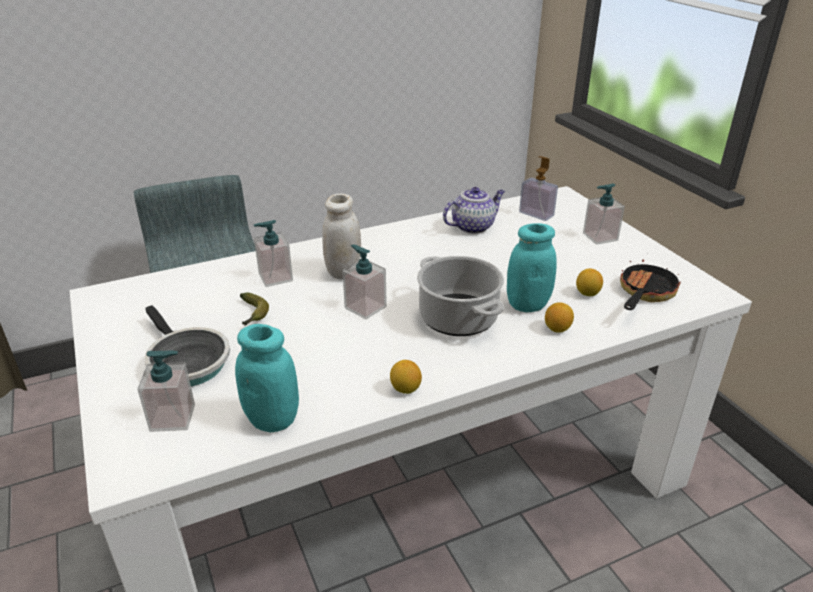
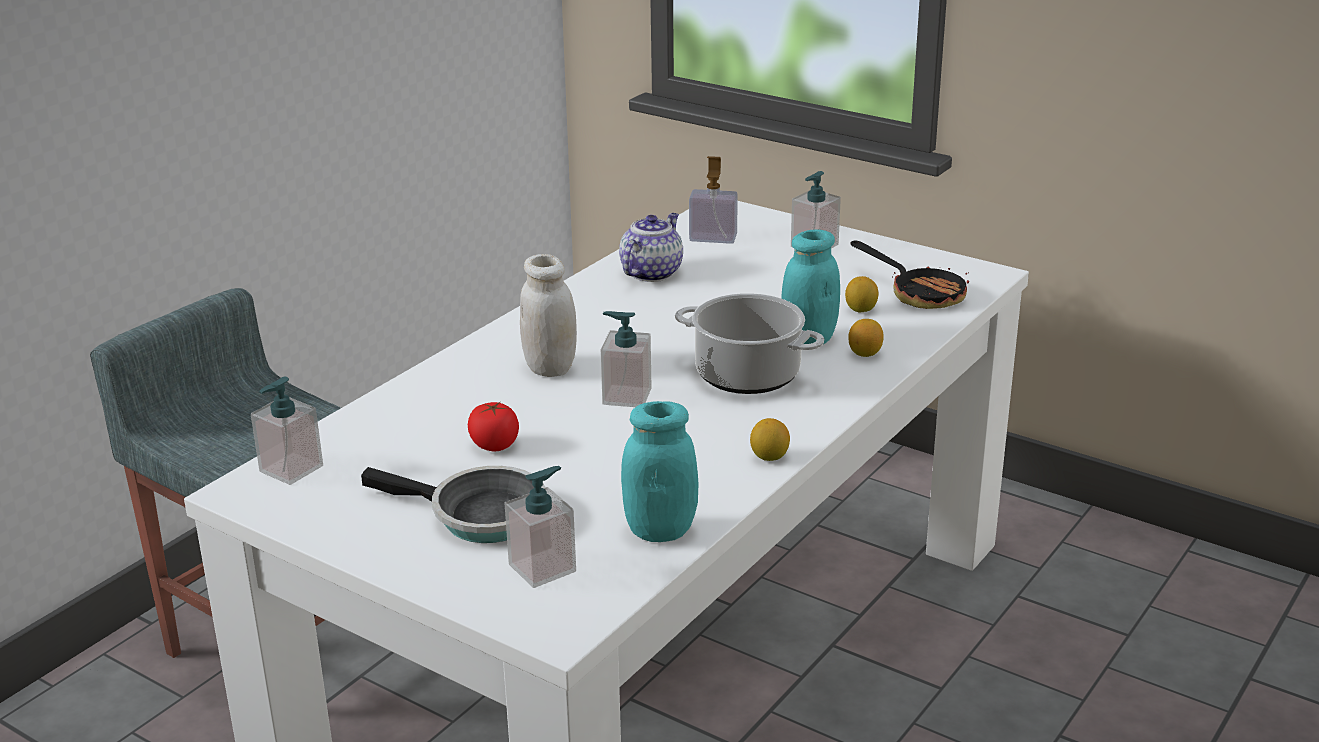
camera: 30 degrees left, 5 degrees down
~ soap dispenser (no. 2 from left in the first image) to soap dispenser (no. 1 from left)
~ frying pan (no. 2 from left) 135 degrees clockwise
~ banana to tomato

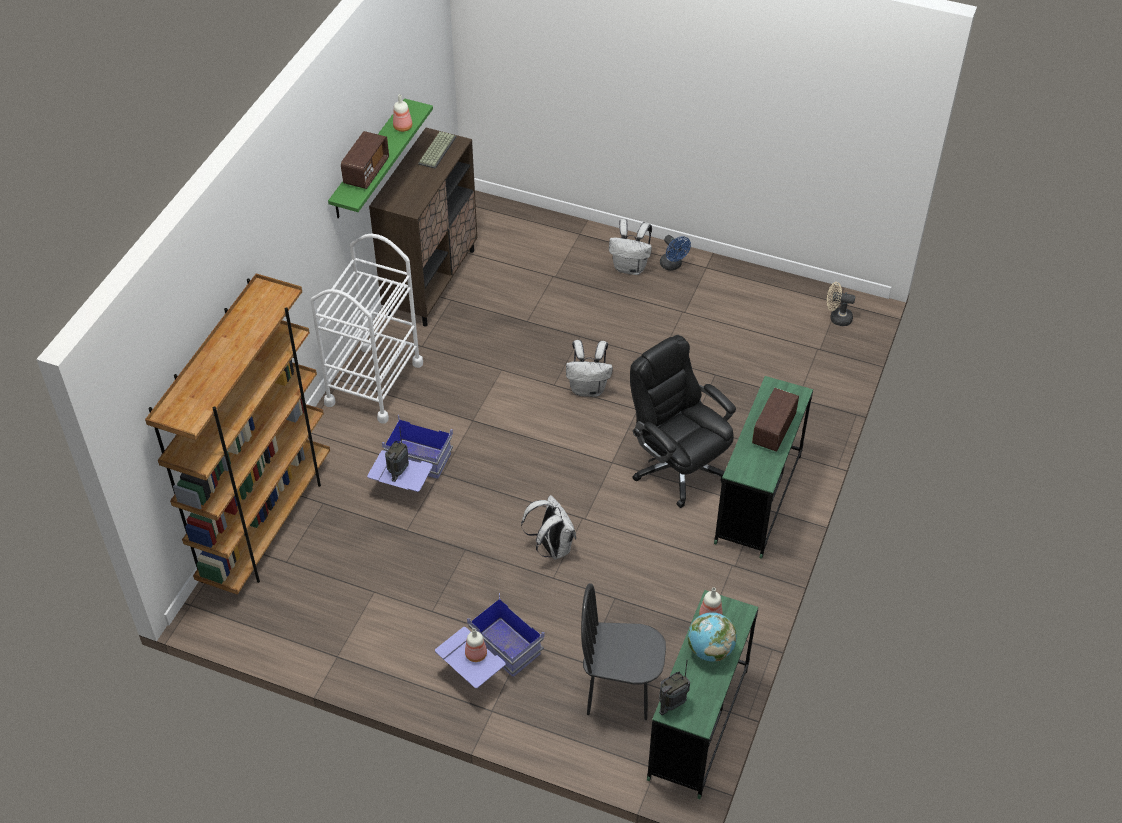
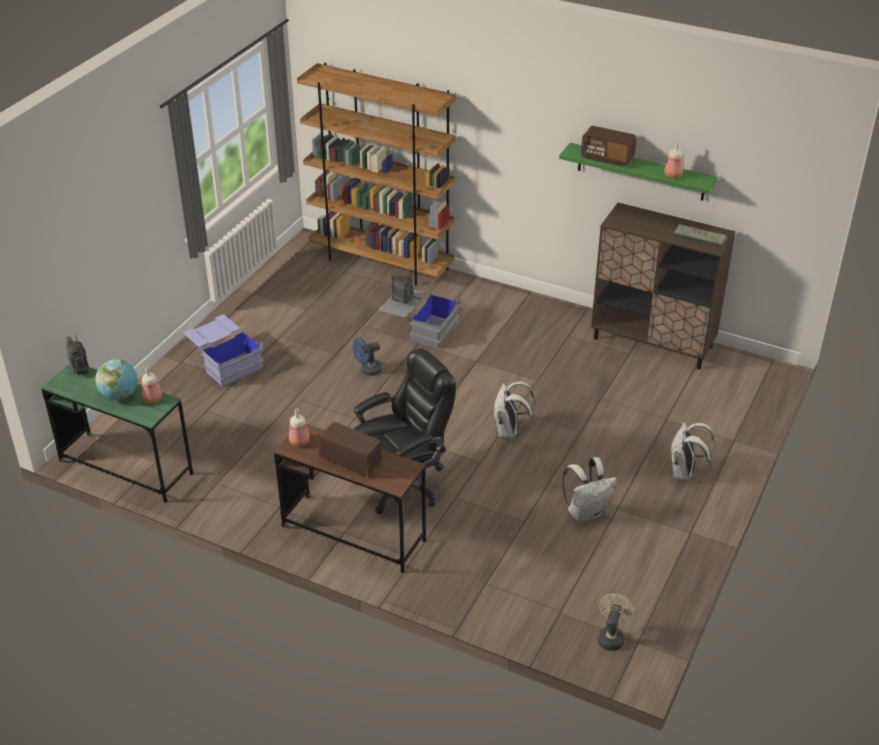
camera: 95 degrees right, 10 degrees down
- cart/white
~ fan/blue
~ desk/green (no. 2 from left) to desk/brown
~ storage box/blue (no. 1 from left) to storage box/grey
~ backpack/white (no. 1 from left in the first image) to backpack/white (no. 2 from left)
- chair/black
~ bottle (no. 2 from left)

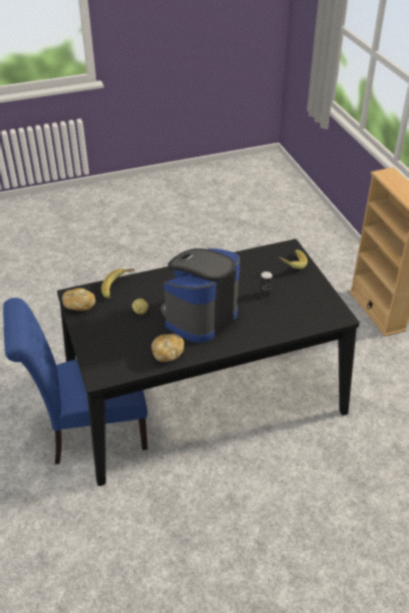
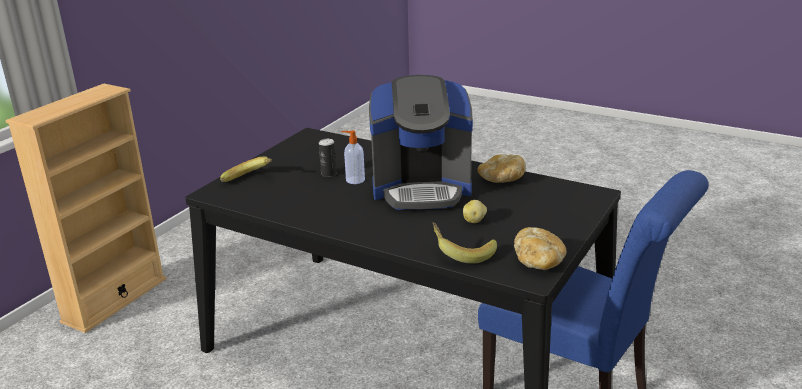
camera: 130 degrees left, 15 degrees down
+ soap dispenser

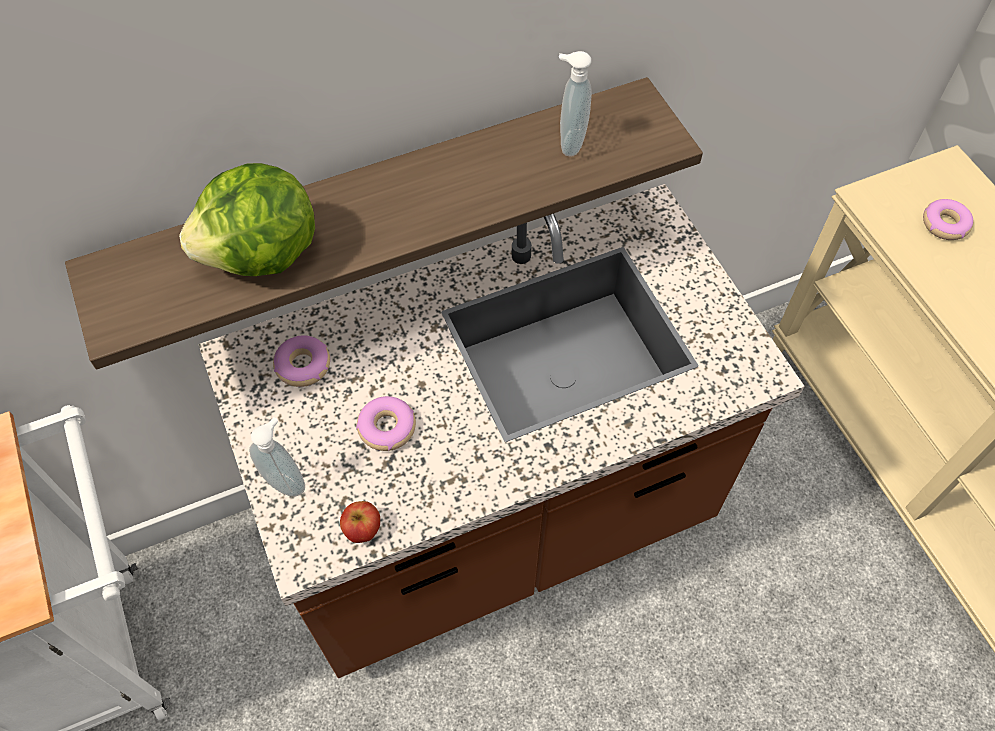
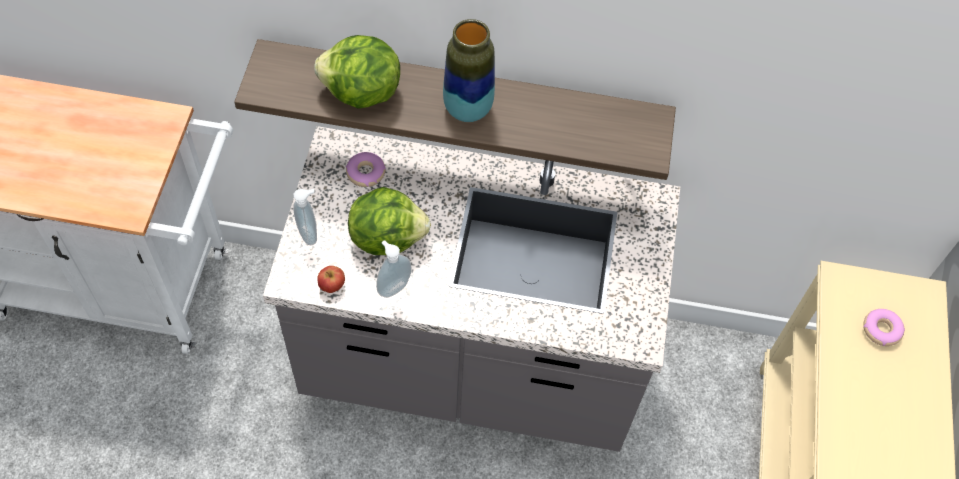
camera: 30 degrees right, 0 degrees up
~ soap dispenser (no. 2 from left)
~ counter/brown to counter/grey
~ donut (no. 2 from left) to lettuce (no. 2 from left)
+ vase

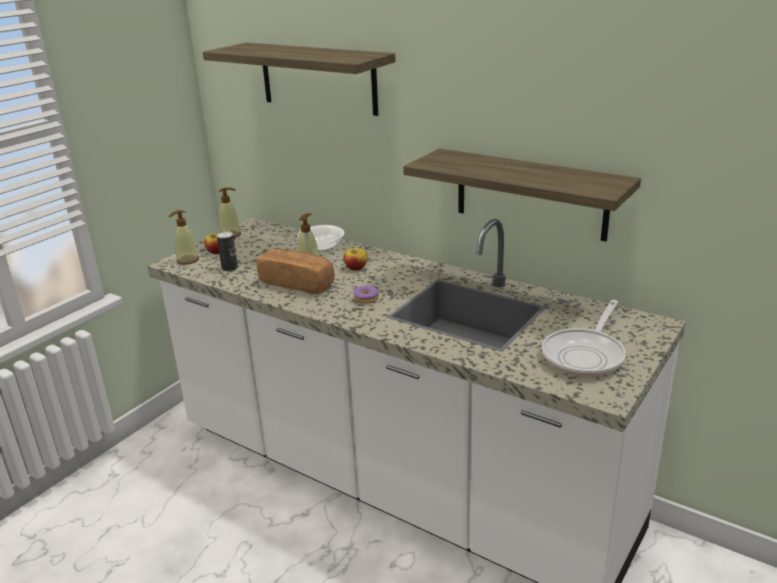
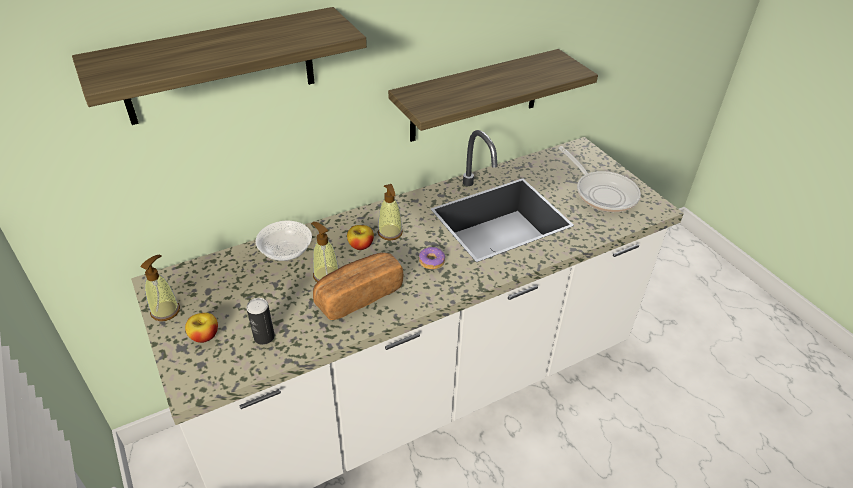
camera: 65 degrees left, 15 degrees up
~ soap dispenser (no. 1 from left in the first image) to soap dispenser (no. 3 from left)

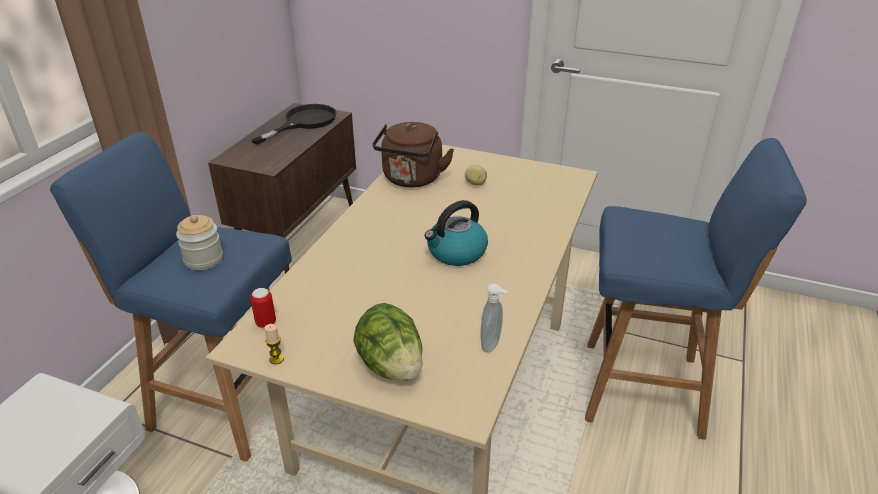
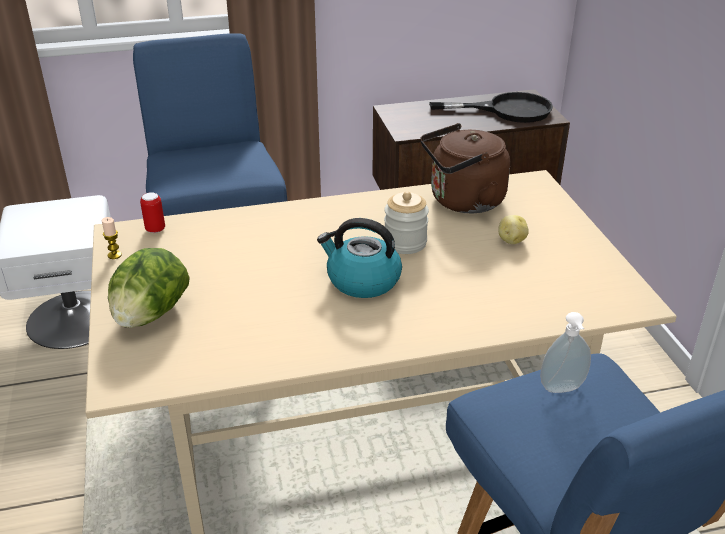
camera: 55 degrees right, 0 degrees up
~ jar
~ soap dispenser

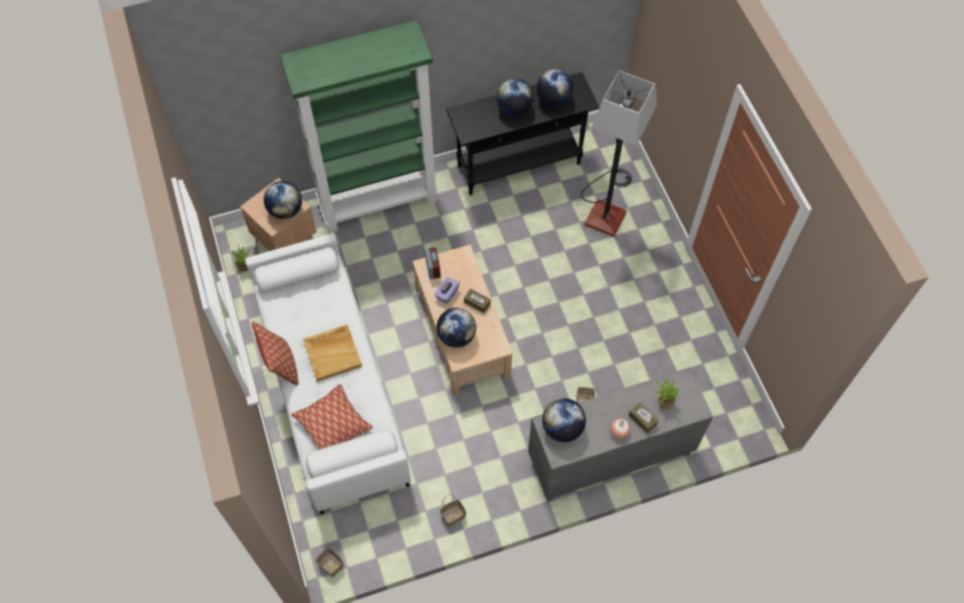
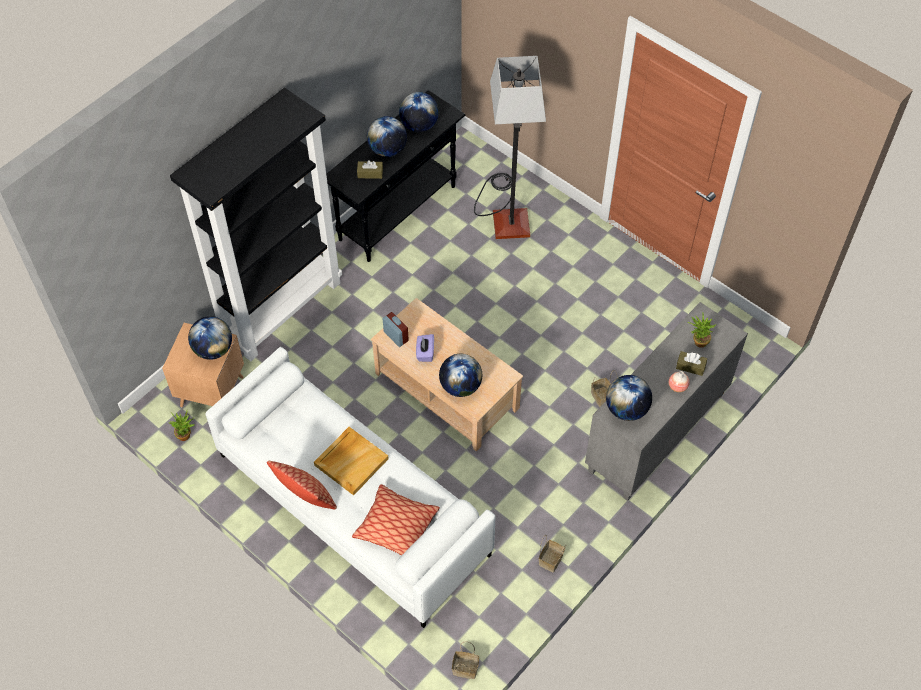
camera: 30 degrees left, 5 degrees down
~ bookcase/green to bookcase/black
~ tissue box/brown (no. 1 from left)

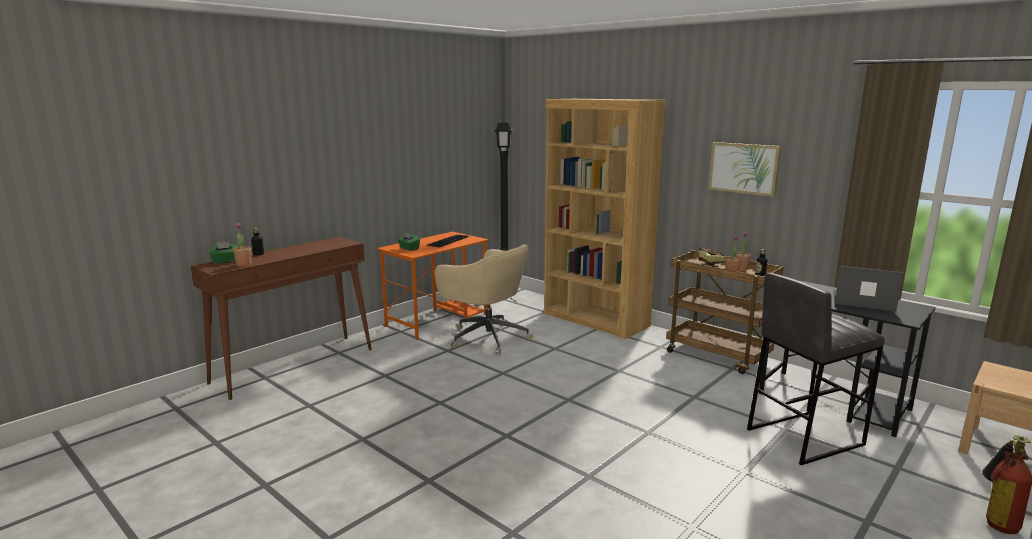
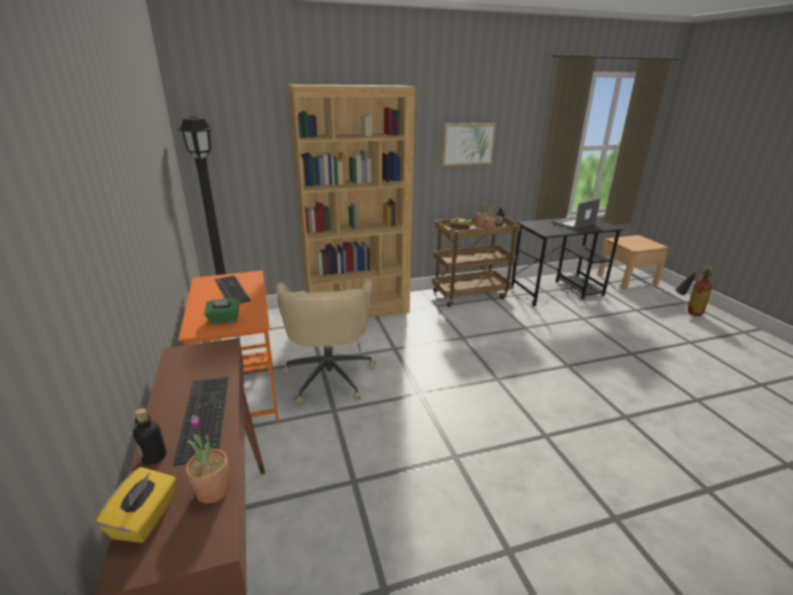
camera: 60 degrees left, 10 degrees up
~ tissue box/green (no. 1 from left) to tissue box/yellow
~ office chair/beige 105 degrees clockwise
- stool/grey
+ keyboard (no. 1 from left)

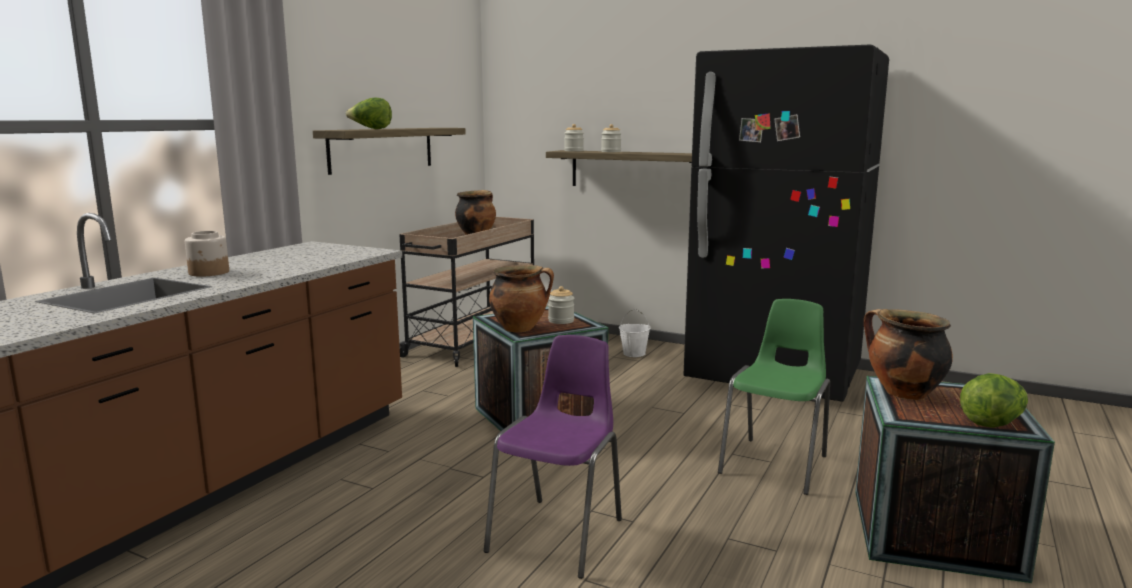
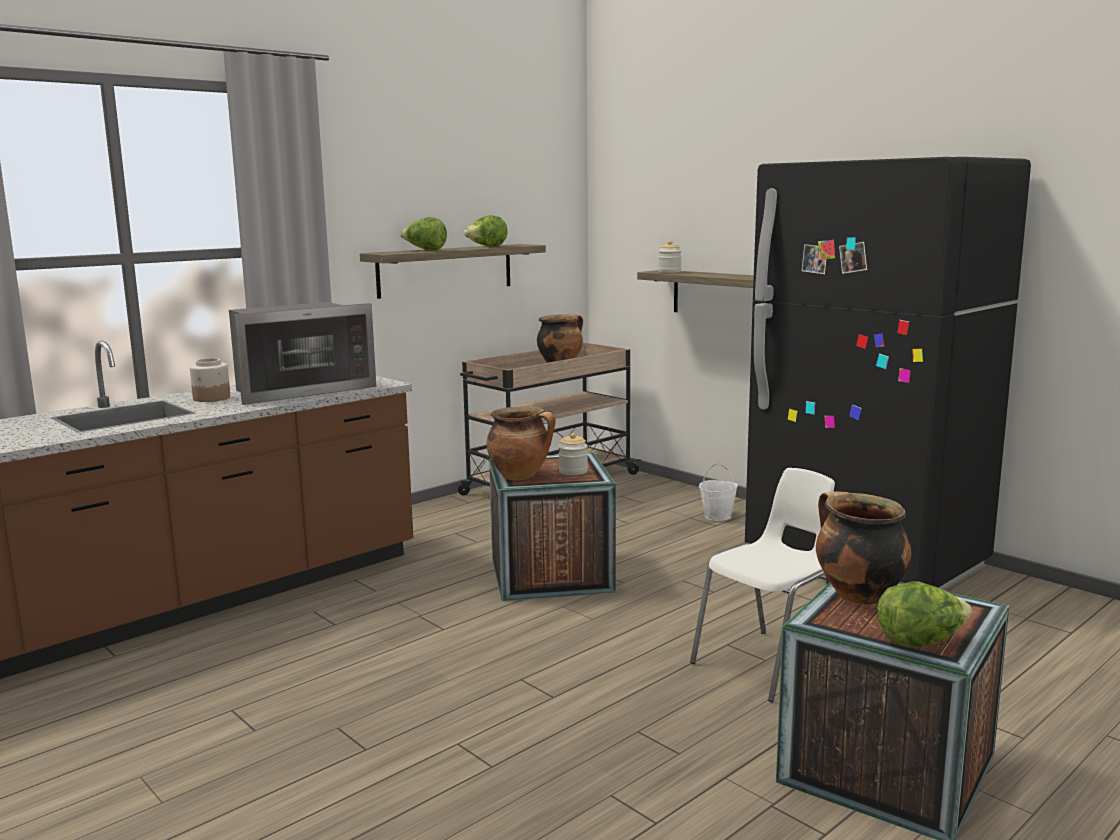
camera: 20 degrees right, 0 degrees up
- jar (no. 4 from left)
~ chair/green to chair/white
- chair/purple
+ lettuce (no. 2 from left)
+ microwave

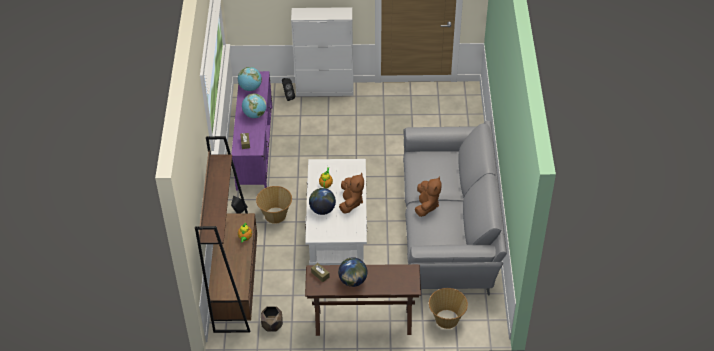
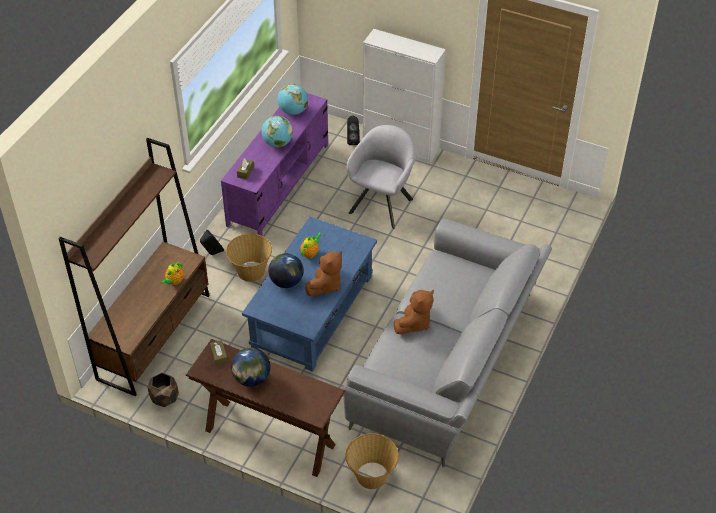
camera: 25 degrees right, 0 degrees up
~ coffee table/white to coffee table/blue
+ armchair/grey

